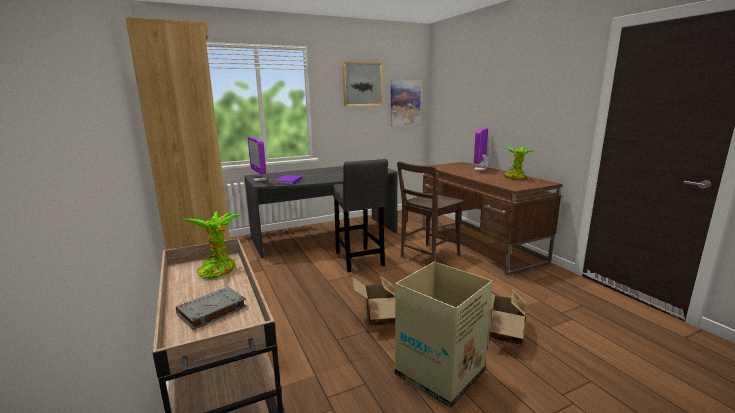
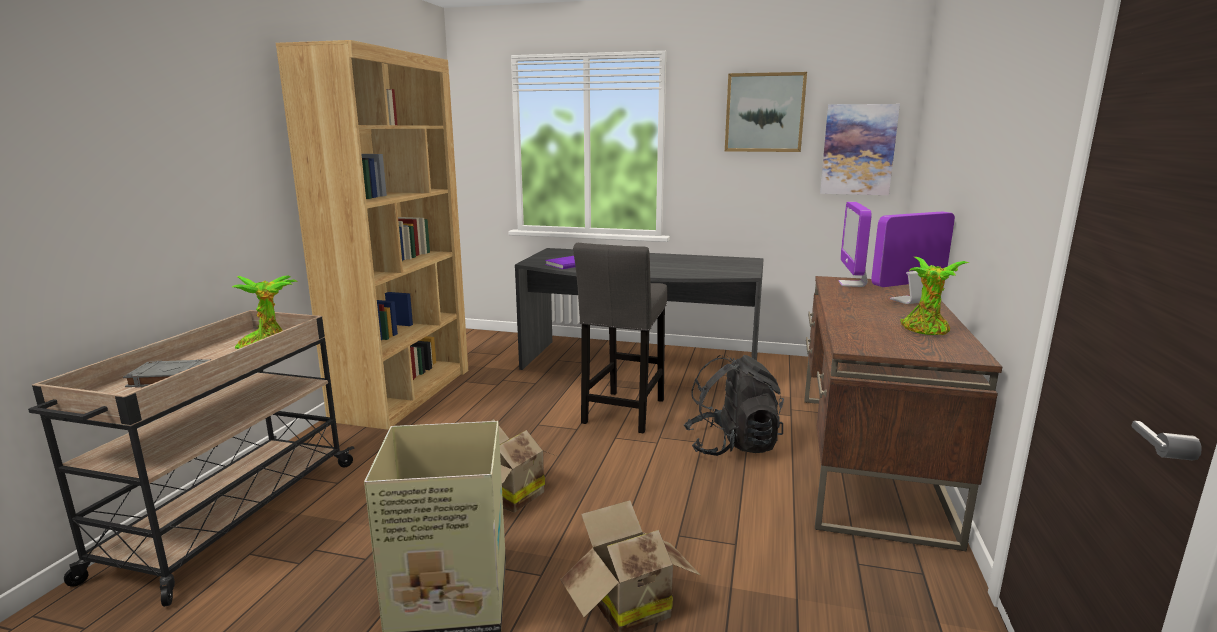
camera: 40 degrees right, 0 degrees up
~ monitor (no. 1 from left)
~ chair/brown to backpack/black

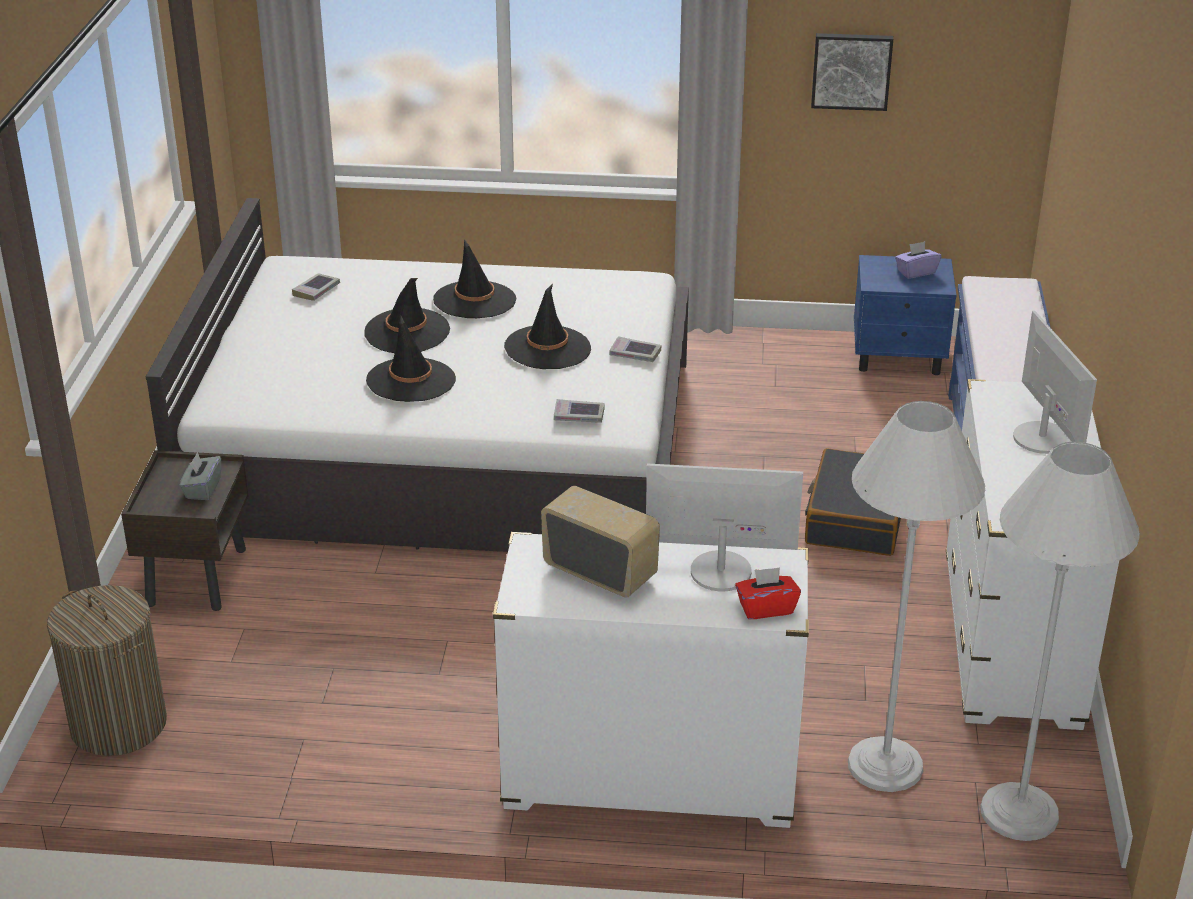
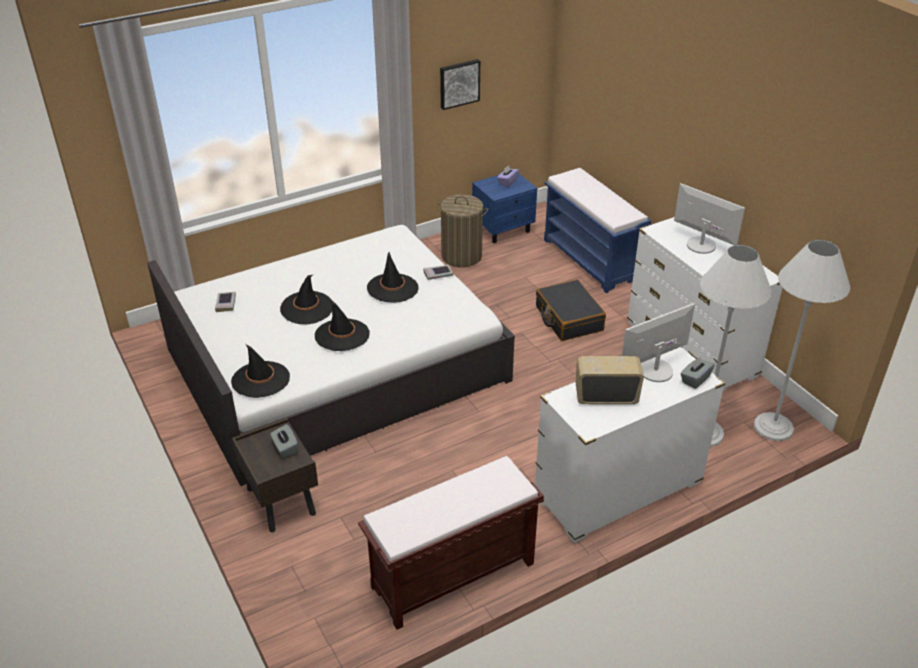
camera: 35 degrees left, 5 degrees up
~ hat/black (no. 3 from left in the first image) to hat/black (no. 1 from left)
- book (no. 2 from left)
~ tissue box/red to tissue box/grey (no. 2 from left)
~ laundry basket
+ bench/brown

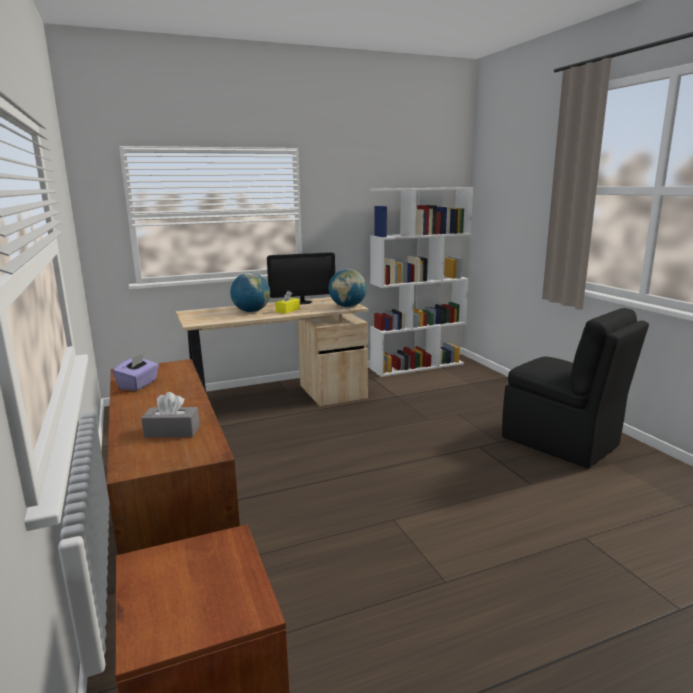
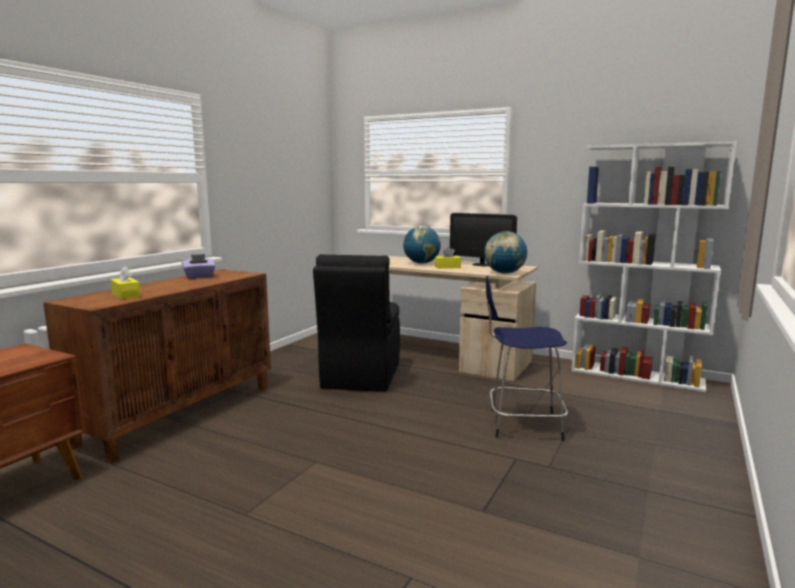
camera: 50 degrees right, 5 degrees down
~ chair/black
~ tissue box/grey to tissue box/yellow (no. 1 from left)
+ stool/blue

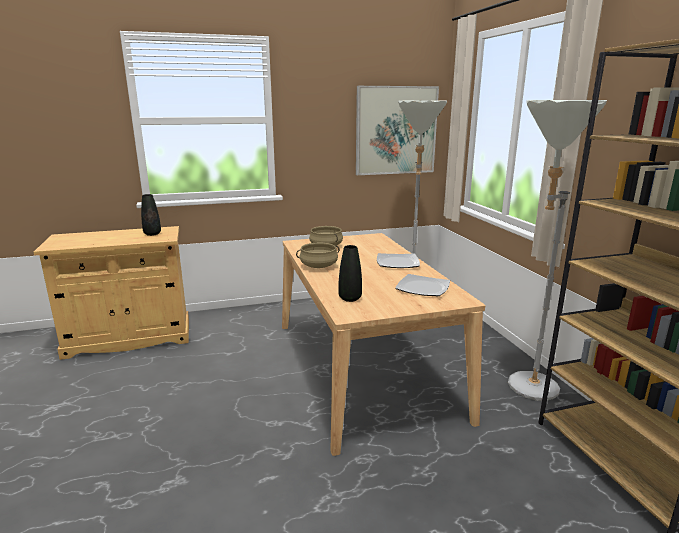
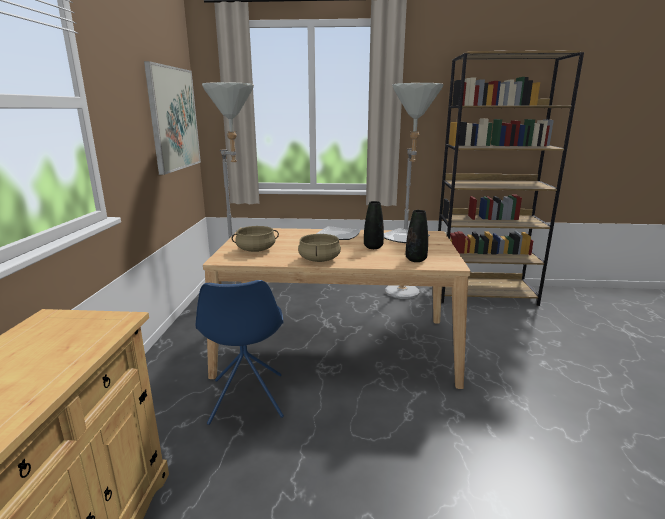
camera: 70 degrees left, 0 degrees up
~ vase/black (no. 1 from left)
+ chair/blue

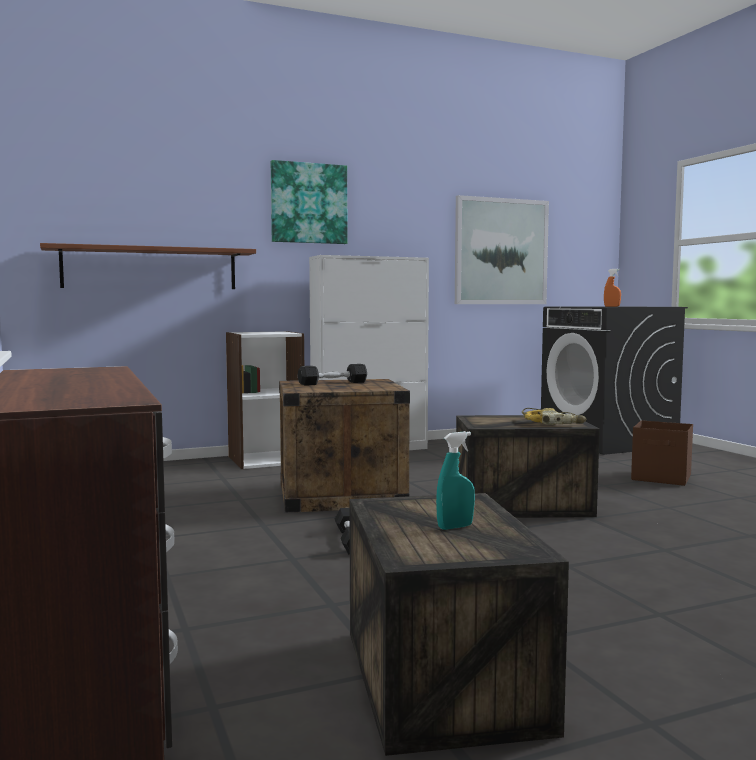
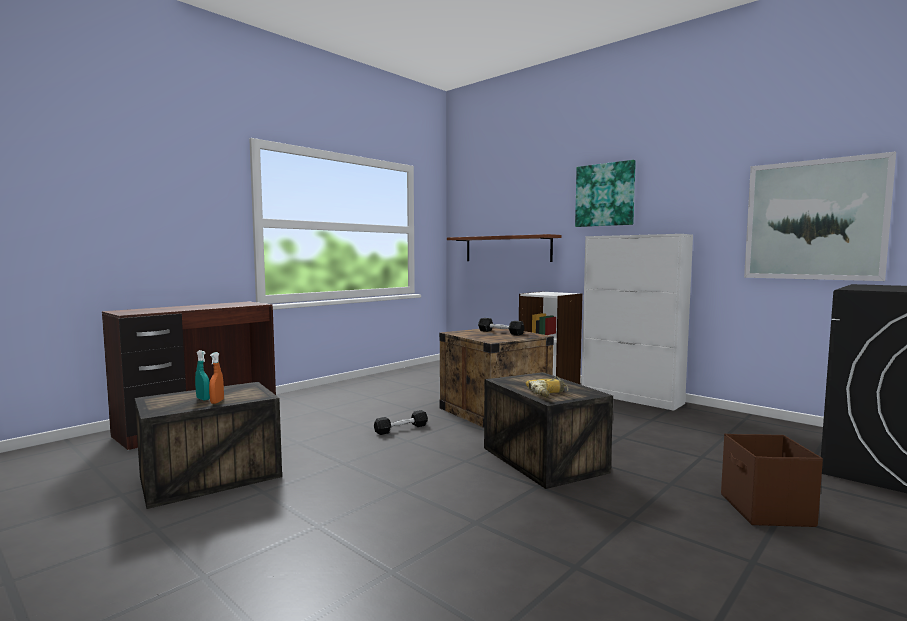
camera: 65 degrees right, 0 degrees up
~ spray bottle/orange

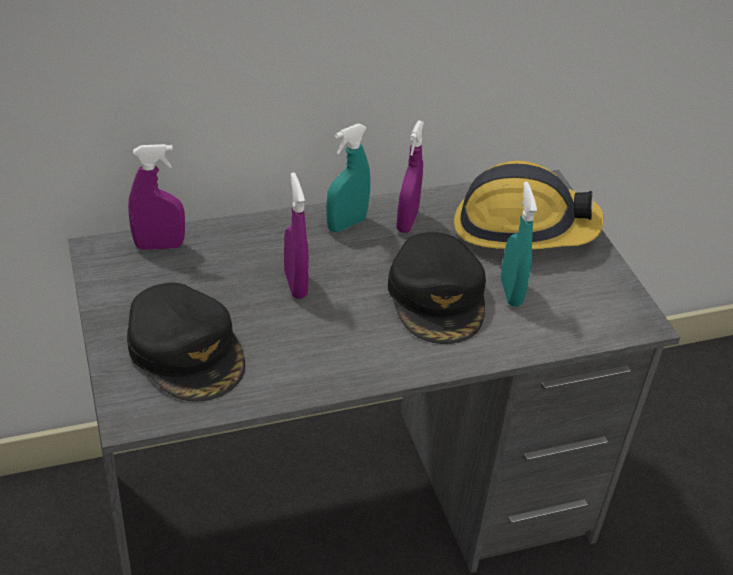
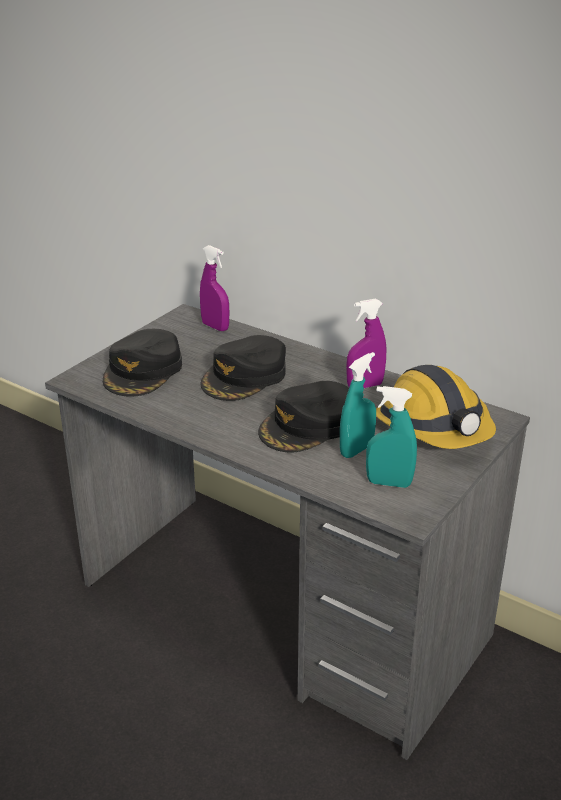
camera: 55 degrees right, 10 degrees down
~ spray bottle/turquoise (no. 1 from left in the first image) to spray bottle/turquoise (no. 2 from left)
~ spray bottle/purple (no. 2 from left) to cap/black (no. 2 from left)

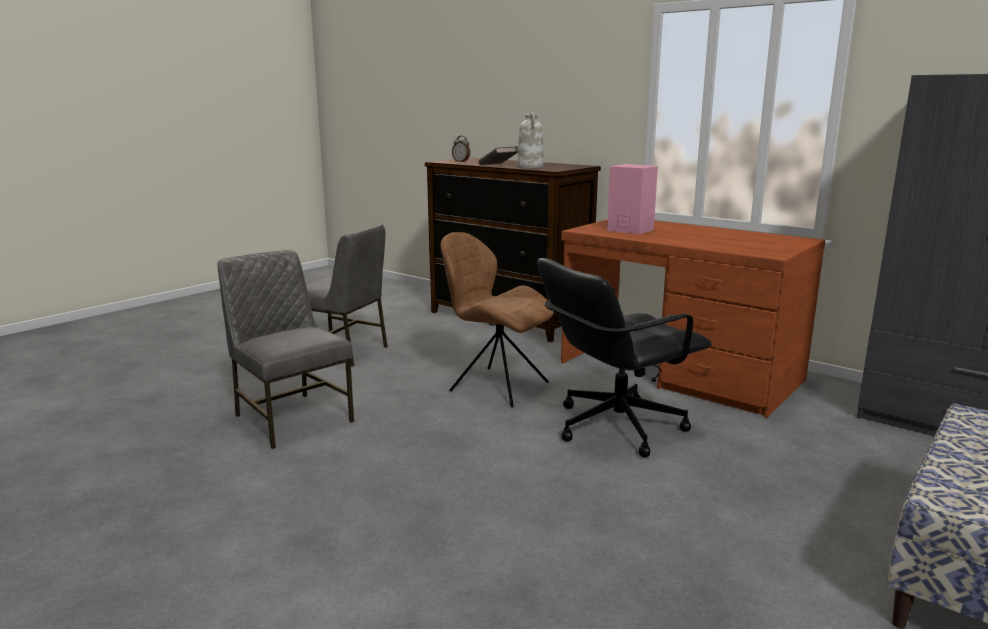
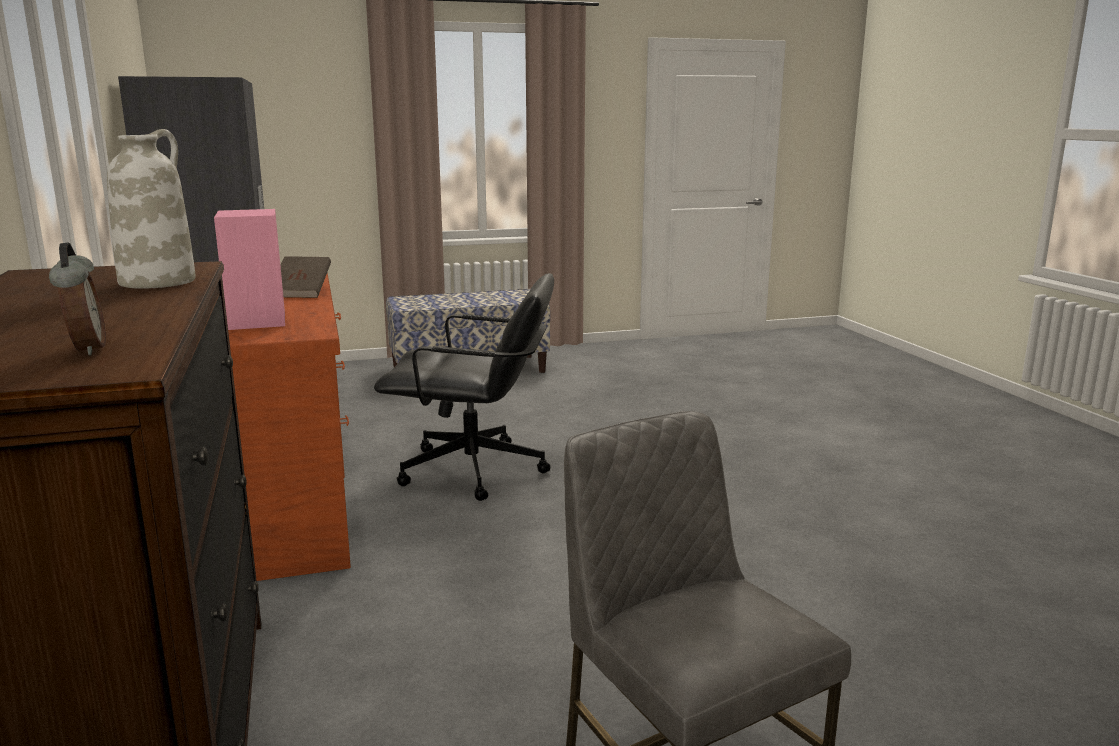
camera: 145 degrees left, 0 degrees up
~ book/brown
- chair/brown
- chair/grey (no. 1 from left)

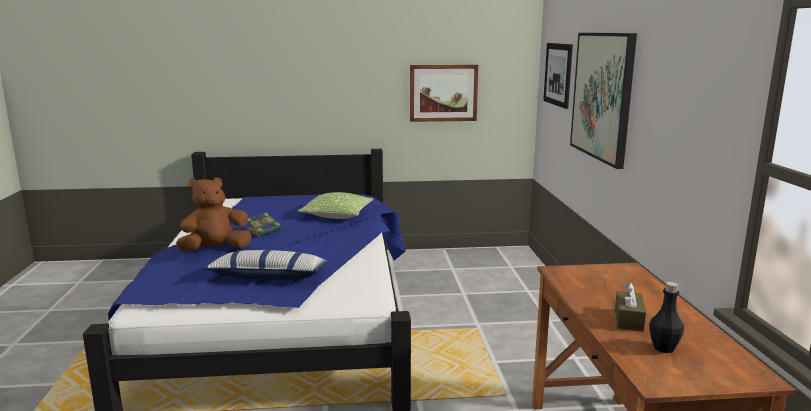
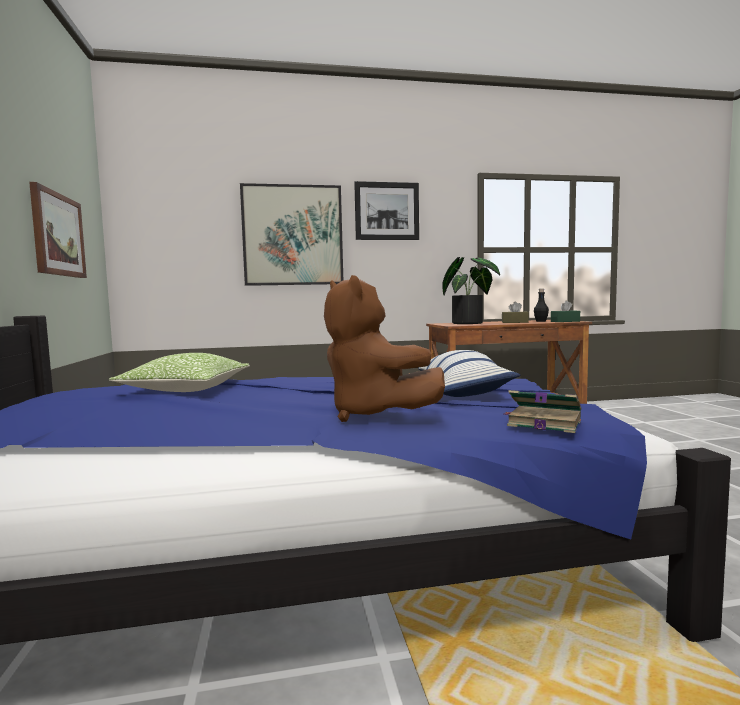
camera: 95 degrees left, 10 degrees down
~ picture (no. 2 from left in the first image) to picture (no. 3 from left)
~ book
+ potted plant
+ tissue box/green

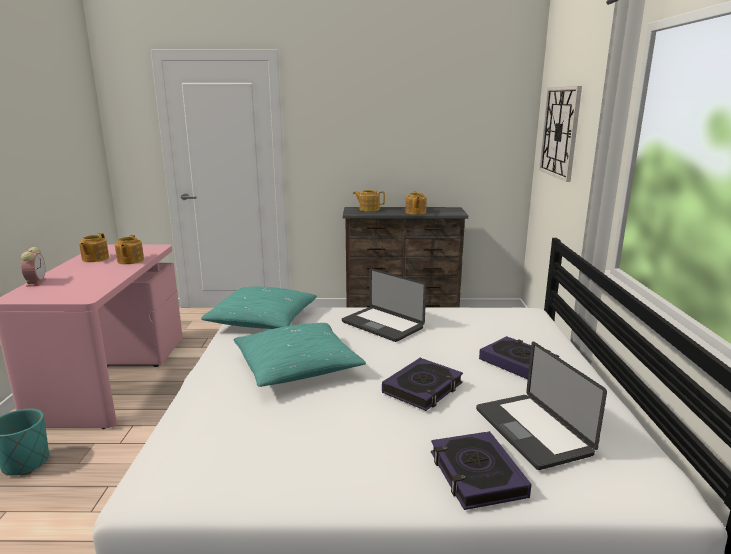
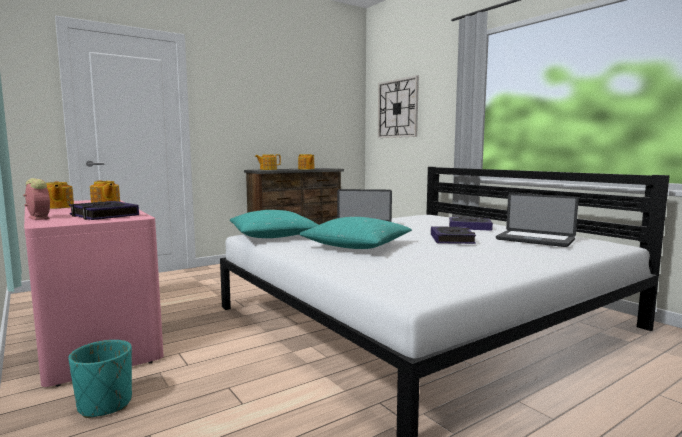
camera: 35 degrees left, 10 degrees down
~ book (no. 2 from left in the first image) to book (no. 1 from left)

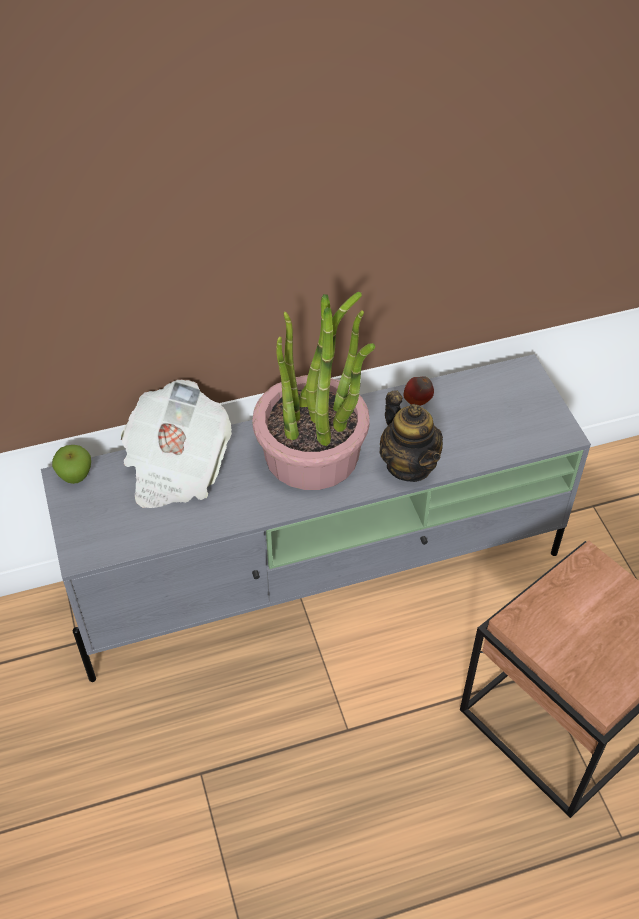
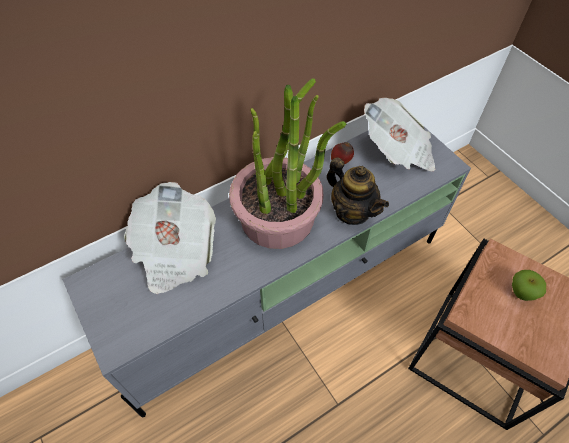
camera: 15 degrees left, 5 degrees up
~ apple (no. 1 from left in the first image) to apple (no. 2 from left)
+ newspaper (no. 2 from left)

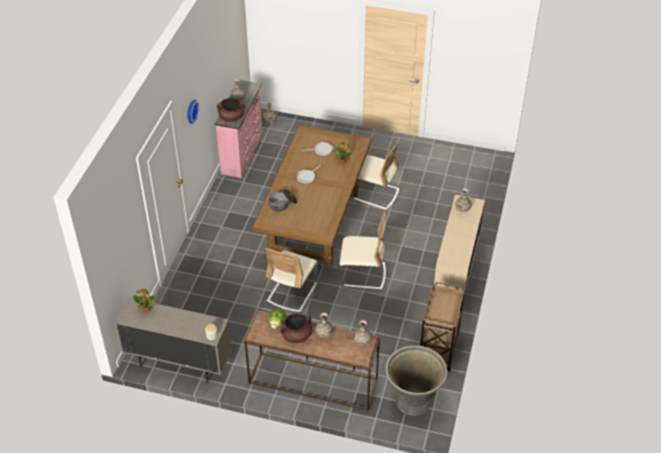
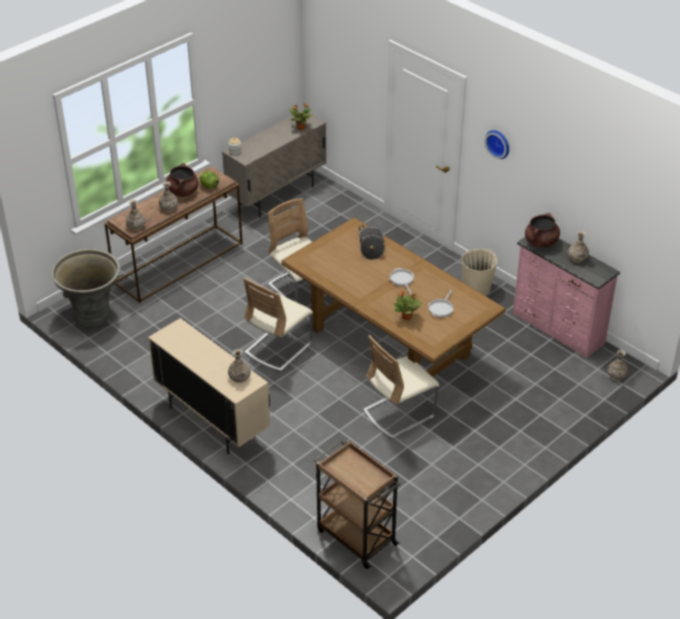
camera: 120 degrees right, 5 degrees down
~ cart/brown
+ bucket/beige

